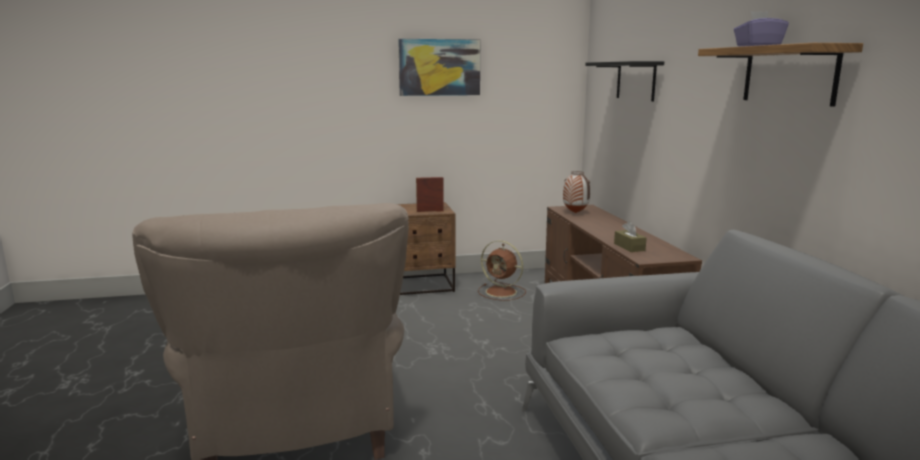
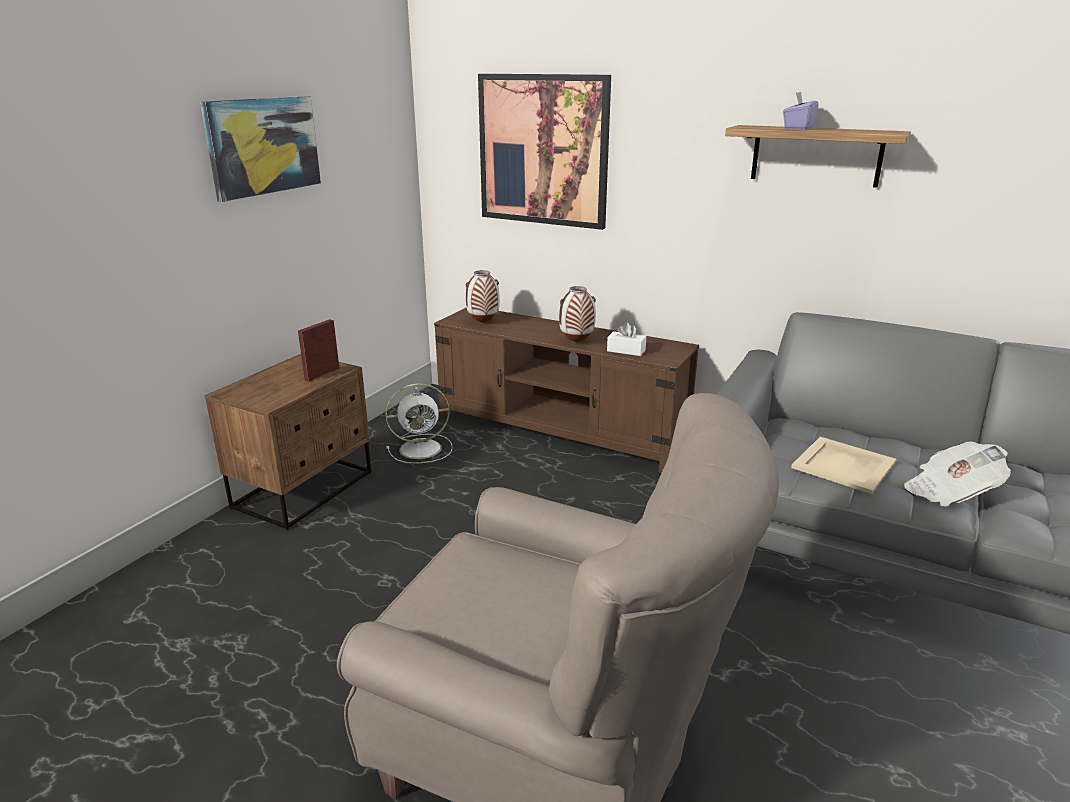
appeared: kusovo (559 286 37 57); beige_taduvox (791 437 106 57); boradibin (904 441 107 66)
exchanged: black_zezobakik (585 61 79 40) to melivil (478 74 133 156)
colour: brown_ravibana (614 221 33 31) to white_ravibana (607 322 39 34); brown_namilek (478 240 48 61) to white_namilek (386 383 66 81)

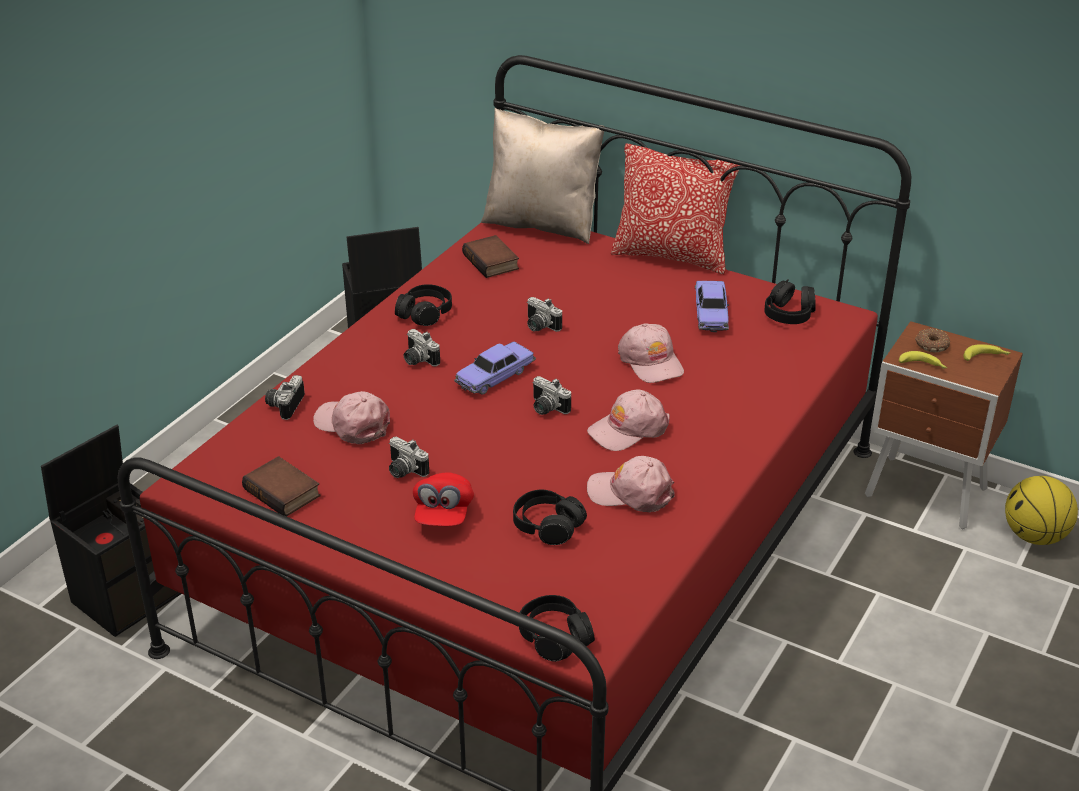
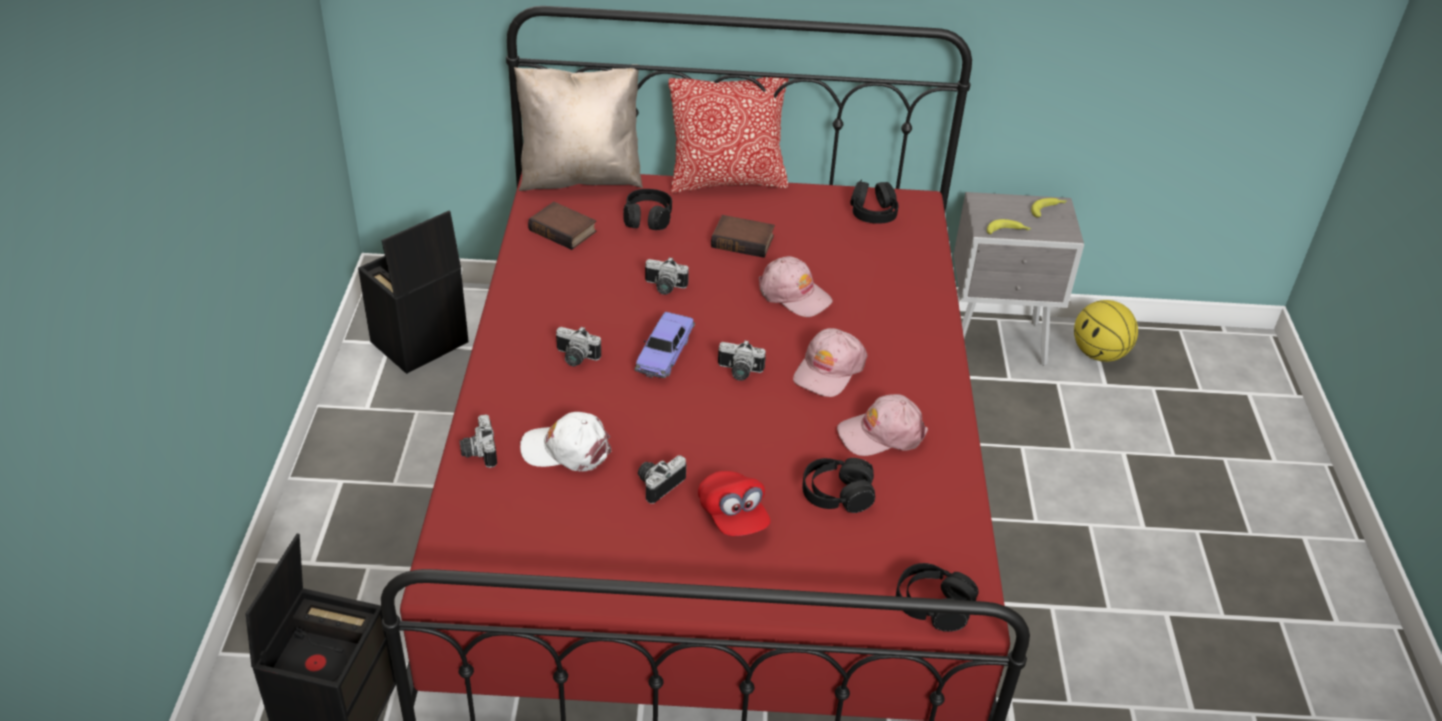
missing: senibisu (695 281 34 51); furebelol (915 328 35 24)
relocated: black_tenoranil (395 284 57 42) to (623 189 49 41); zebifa (242 456 78 61) to (711 215 64 43)
colour: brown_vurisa (865 321 158 208) to grey_vurisa (953 192 131 174); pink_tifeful (313 391 77 53) to white_tifeful (520 412 91 59)
spun: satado (389 437 40 41) = (638 456 48 48) 120 degrees clockwise

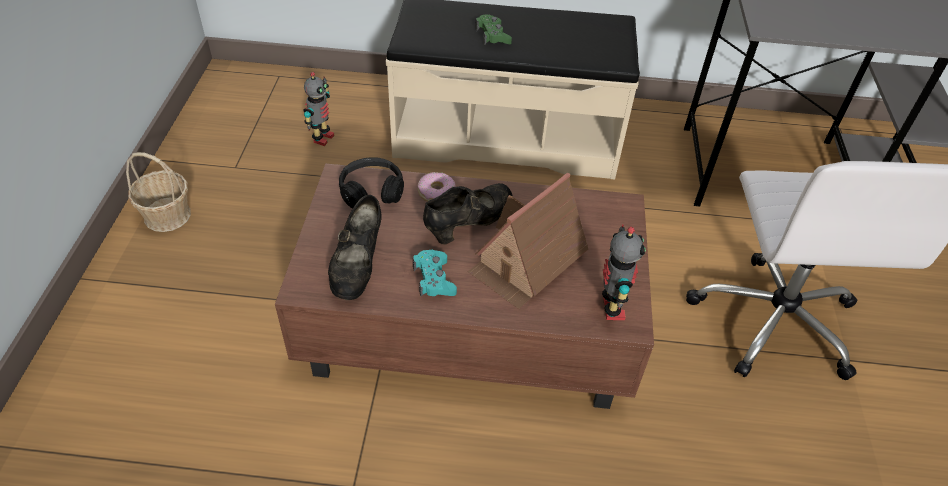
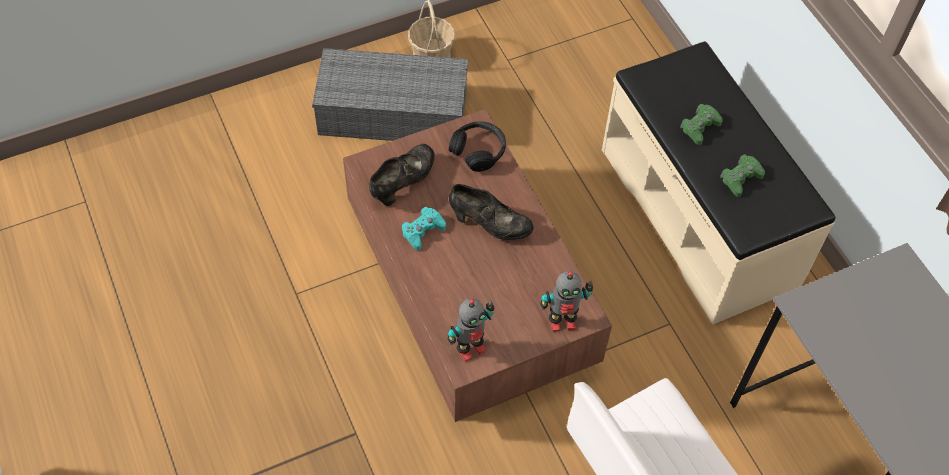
missing: furebelol (418 172 37 30); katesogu (468 173 120 136)
appeared: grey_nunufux (312 48 156 93); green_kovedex (720 154 45 43)
relocated: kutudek (303 72 31 74) to (540 271 53 61)
spun: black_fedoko (328 195 53 105) = (369 144 66 62) 150 degrees clockwise

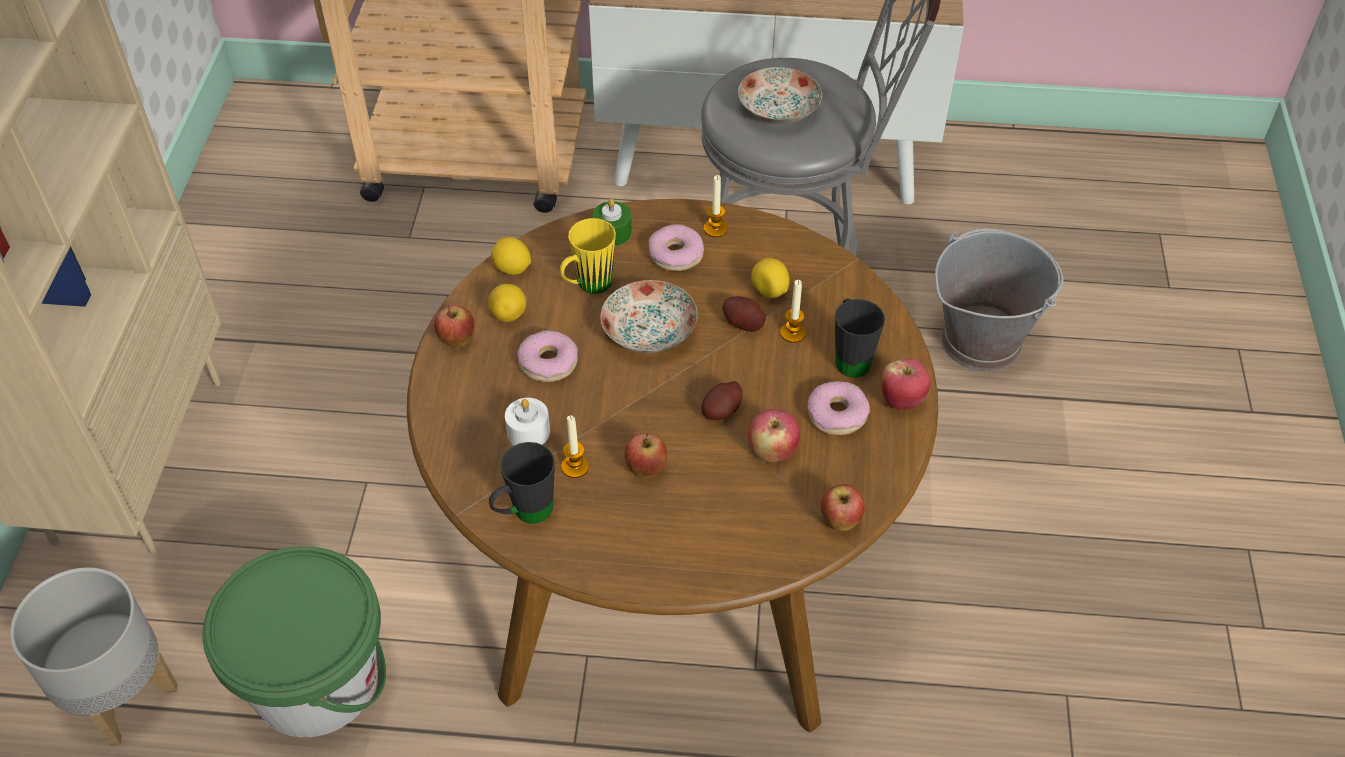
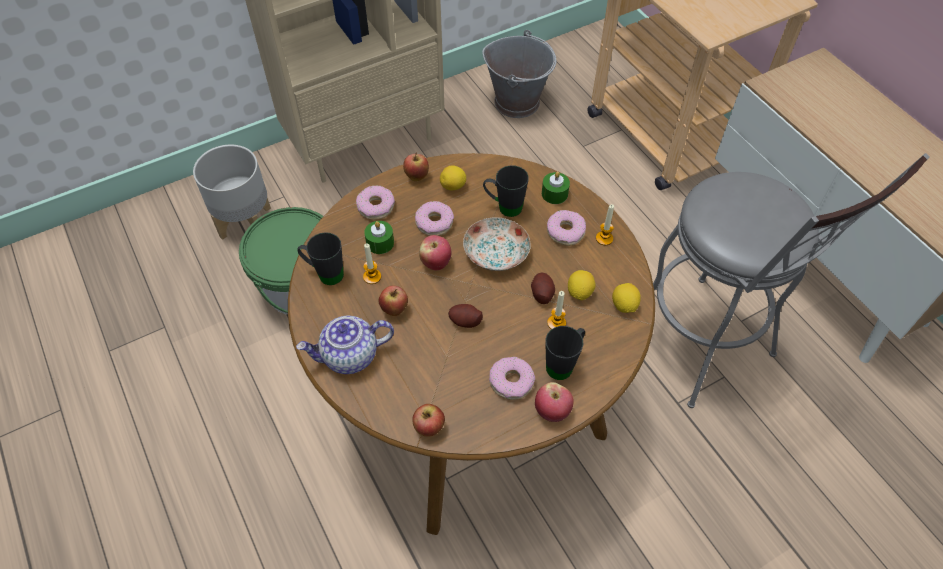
missing: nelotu (738 67 84 57)
appeared: furebelol (356 185 39 35); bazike (296 316 98 58)
relocated: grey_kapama (935 228 129 143) to (482 30 74 88); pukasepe (491 237 40 38) to (612 283 29 30); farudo (748 409 52 53) to (419 235 32 35)
colour: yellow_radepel (560 218 56 76) to black_radepel (483 165 46 52); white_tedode (505 398 45 48) to green_tedode (364 221 30 33)

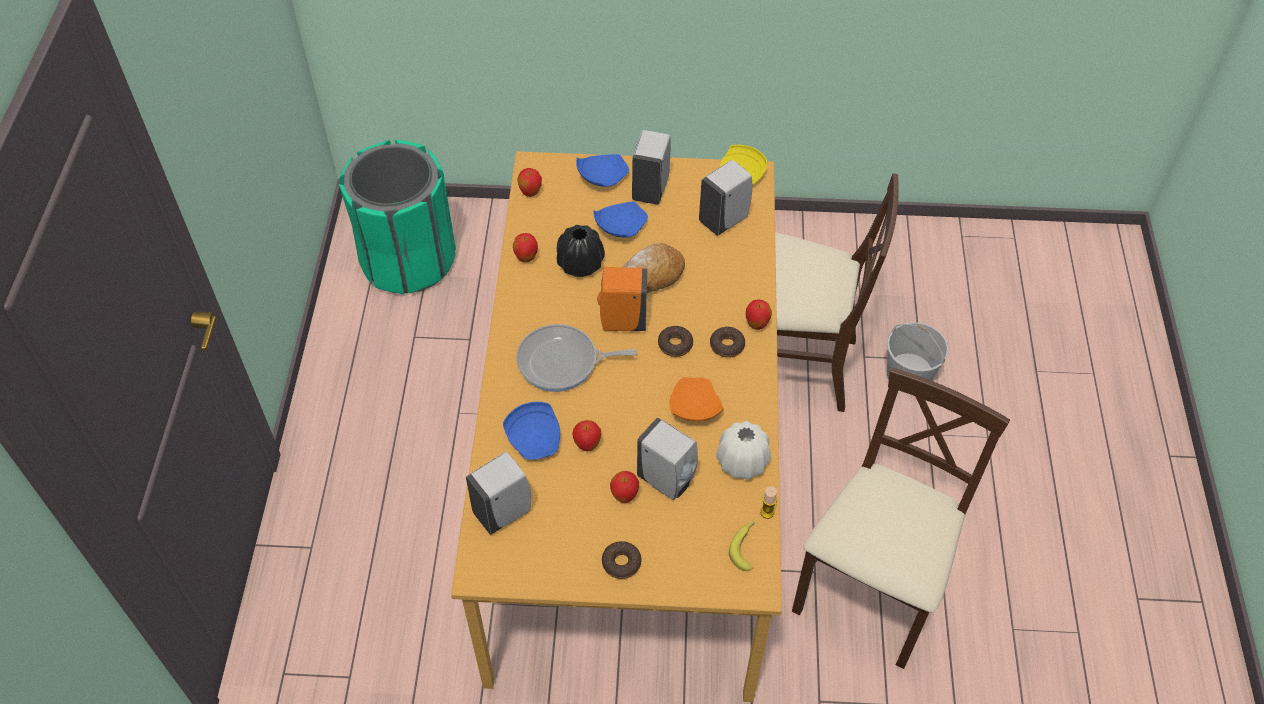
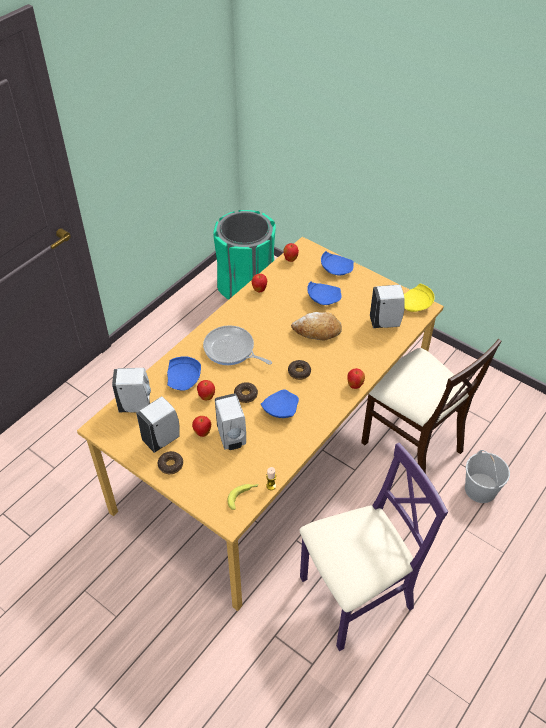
missing: black_kusovo (557 225 48 52); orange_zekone (597 267 50 64); white_kusovo (716 421 55 59)
relocated: white_zekone (632 130 38 75) to (136 396 44 57); furebelol (710 327 35 31) to (234 382 24 21)
colour: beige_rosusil (792 368 218 301) to purple_rosusil (299 443 149 208); orange_nelotu (669 377 55 44) to blue_nelotu (261 389 38 29)

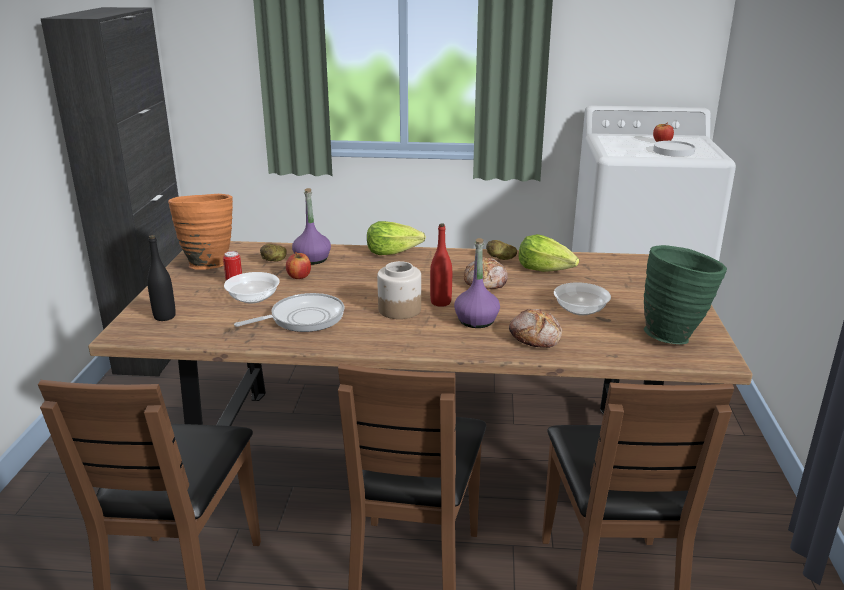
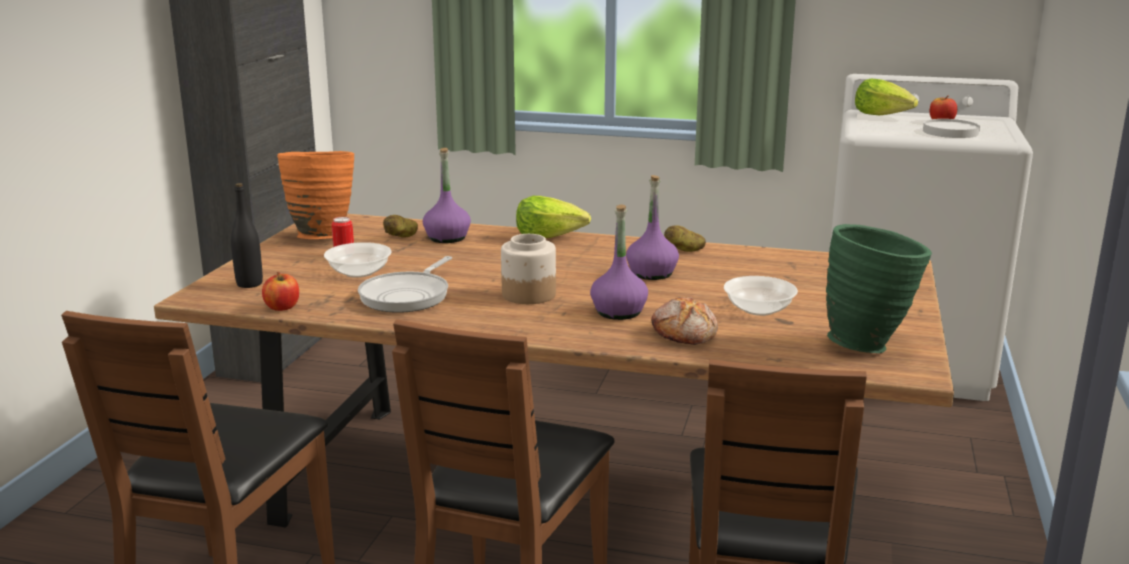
missing: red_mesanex (430 223 22 84)
relocated: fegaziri (518 234 61 38) to (855 78 63 37); farudo (286 252 25 27) to (262 272 37 39)
exchanged: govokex (464 257 44 32) to purple_mesanex (626 175 53 105)
spun: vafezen (234 293 110 39) = (358 256 94 57) 135 degrees clockwise

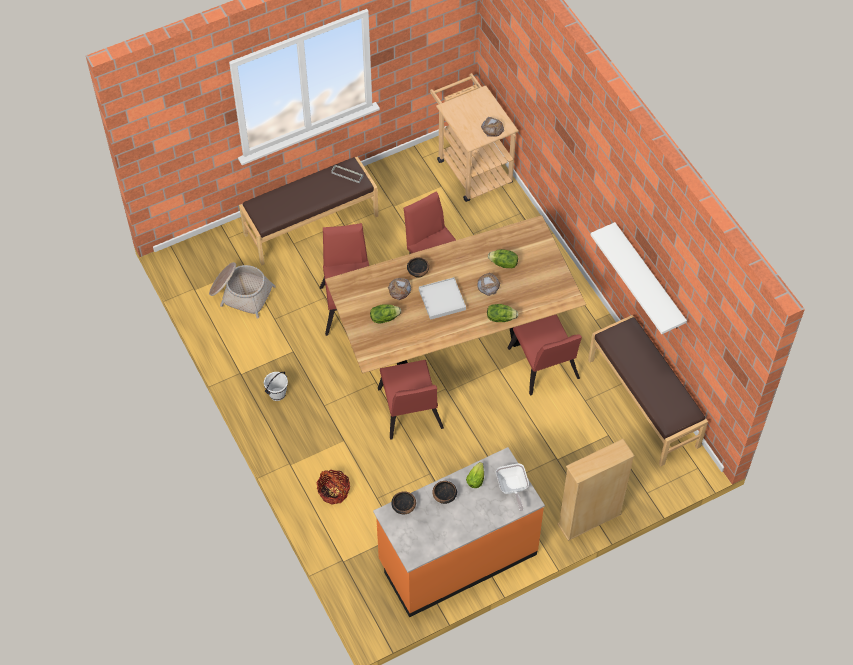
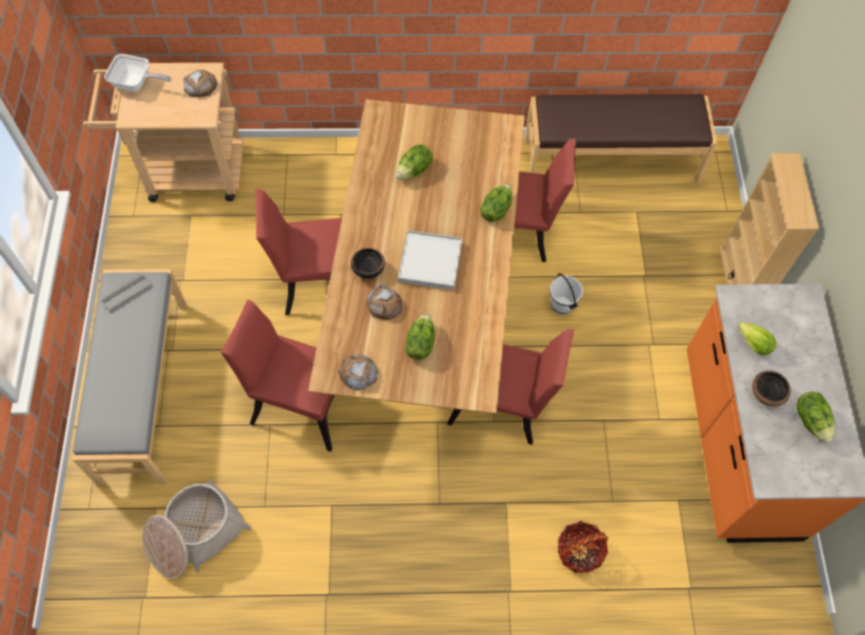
missing: white_zezobakik (591 222 96 112); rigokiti (391 491 25 23)
appeared: fegaziri (797 392 38 51)
relocated: govokex (477 272 23 24) to (338 355 40 35); white_kapama (264 372 24 29) to (550 273 33 42); vafezen (496 463 33 48) to (104 54 68 38)
colour: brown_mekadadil (239 157 140 108) to grey_mekadadil (72 269 115 216)

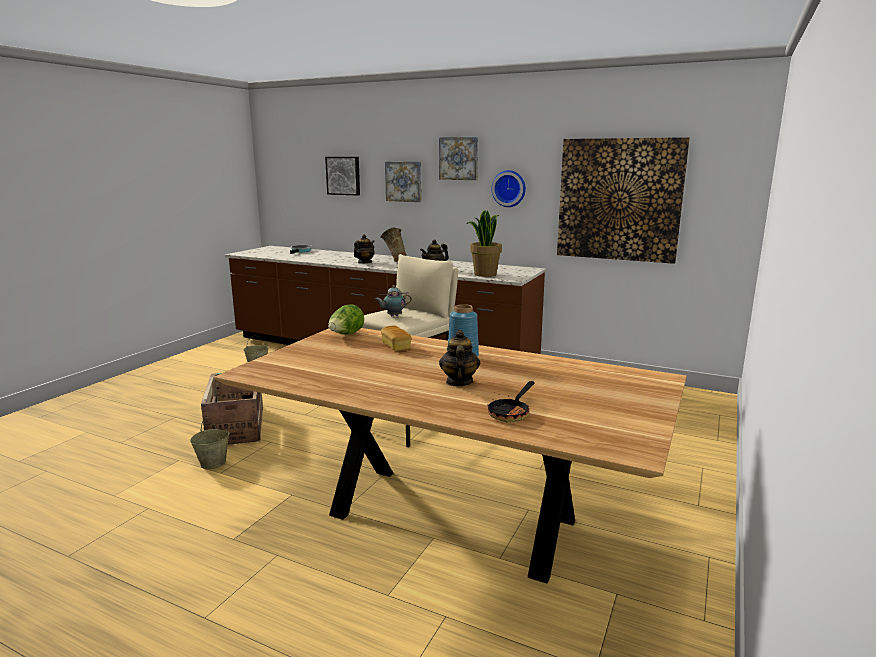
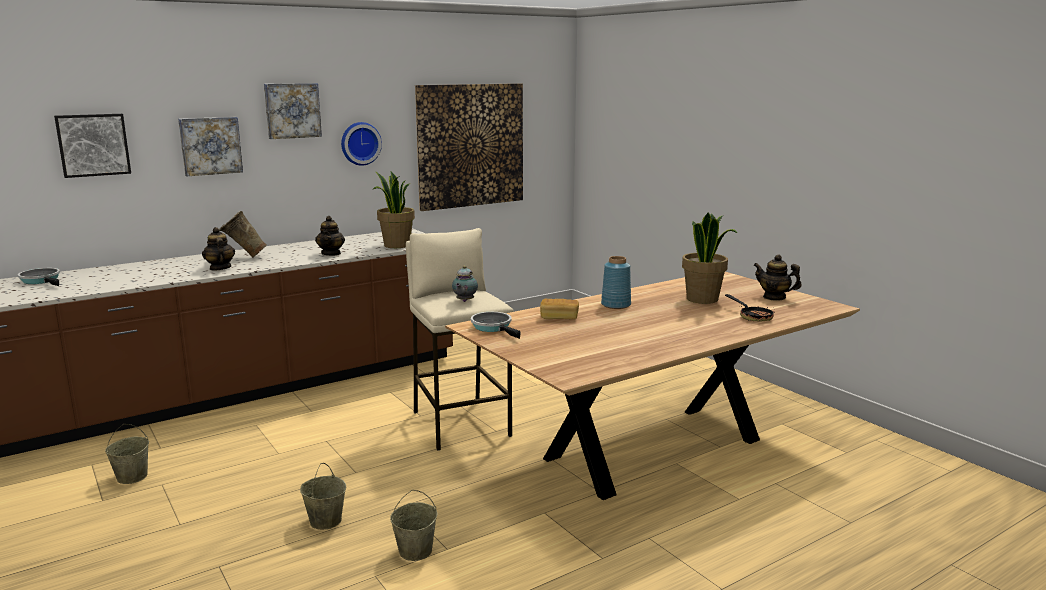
appeared: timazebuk (682 213 55 91)
relocated: bazike (439 330 41 56) to (754 254 48 47)
exchanged: fegaziri (328 304 36 31) to vafezen (471 312 50 27); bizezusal (201 373 62 72) to beige_kapama (300 463 46 67)

